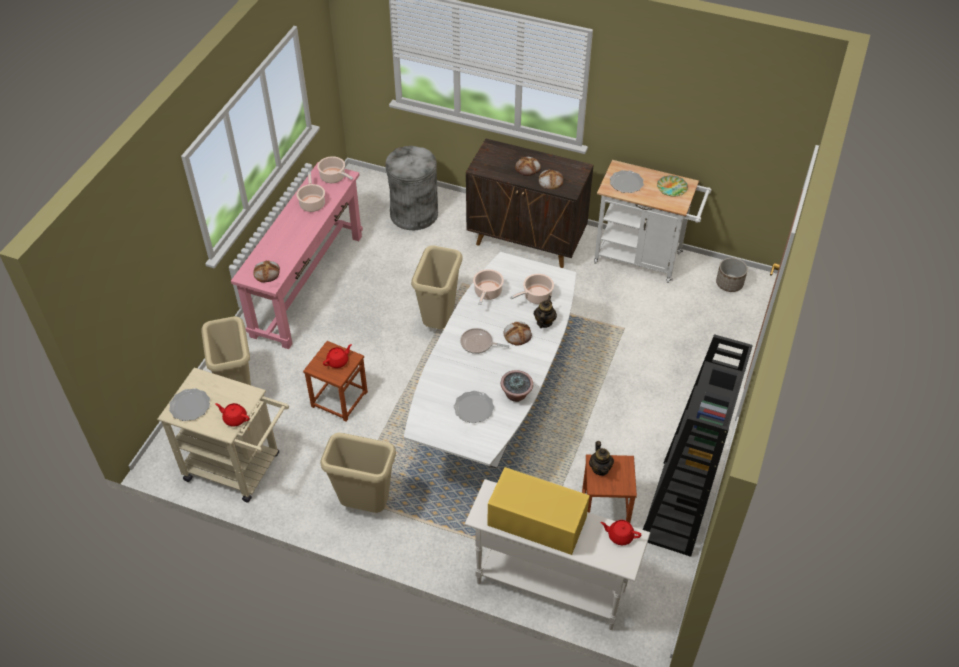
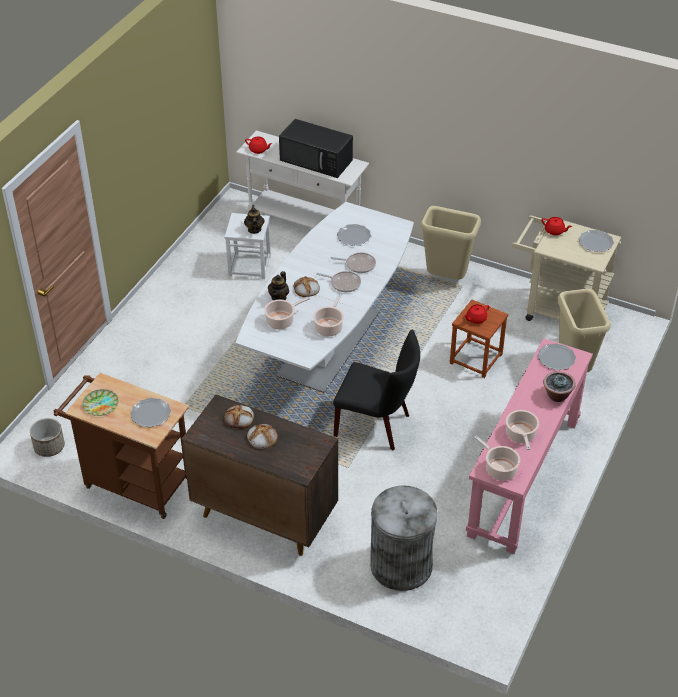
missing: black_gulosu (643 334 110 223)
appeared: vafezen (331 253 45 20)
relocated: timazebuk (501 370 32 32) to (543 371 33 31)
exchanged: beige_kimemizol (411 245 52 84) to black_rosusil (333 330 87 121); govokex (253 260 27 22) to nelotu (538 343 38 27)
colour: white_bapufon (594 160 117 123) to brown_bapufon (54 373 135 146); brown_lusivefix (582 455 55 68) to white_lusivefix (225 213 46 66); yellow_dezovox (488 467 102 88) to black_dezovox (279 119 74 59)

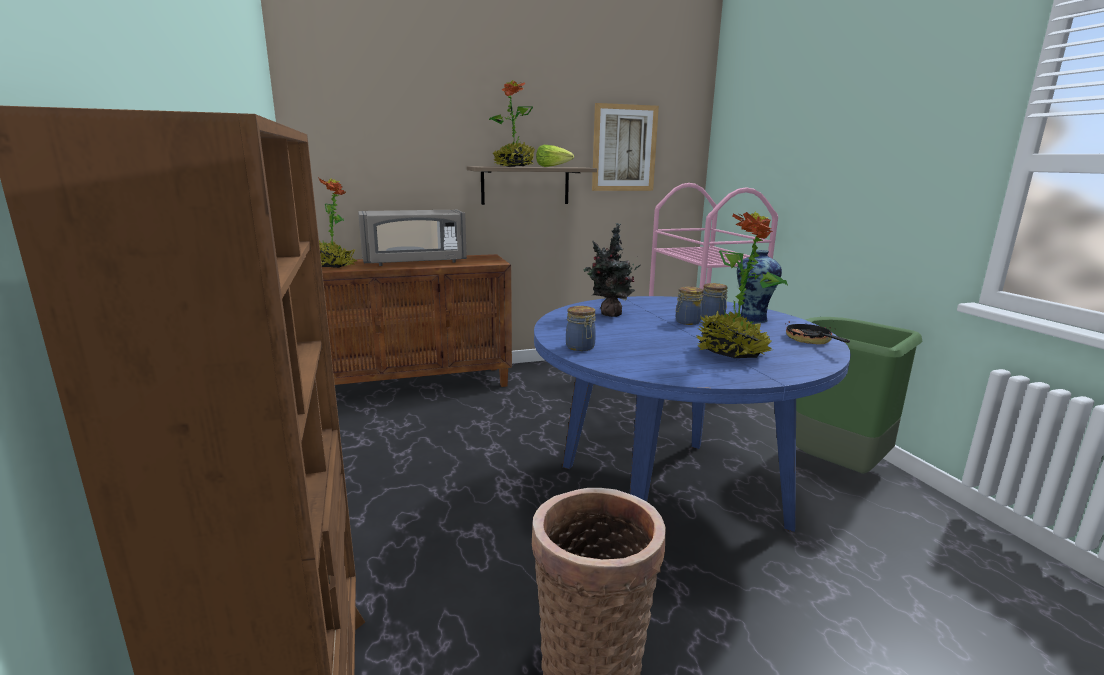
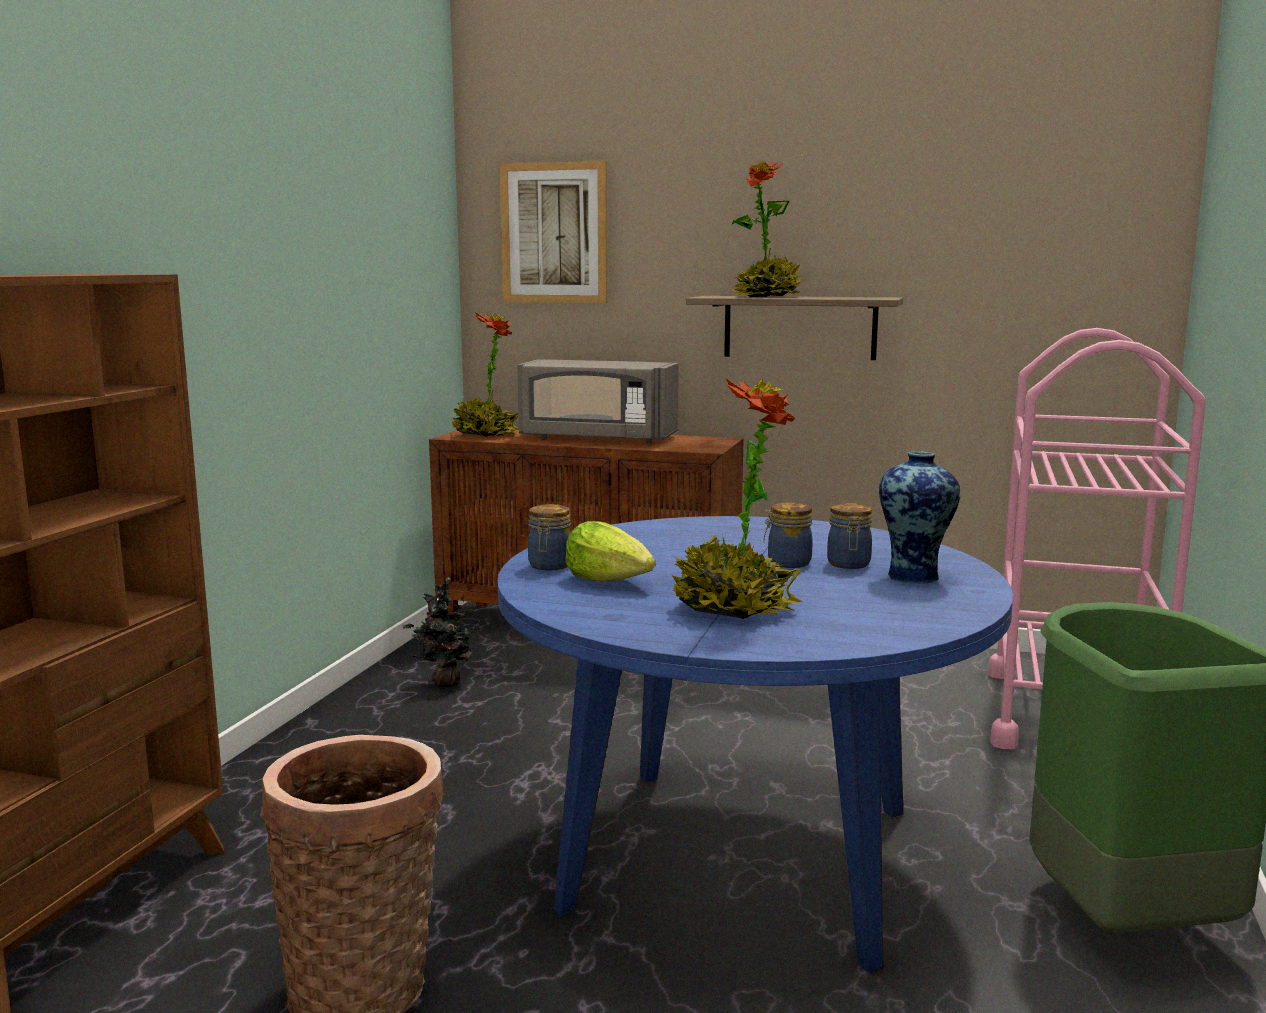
missing: vafezen (785 315 65 29)
relocated: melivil (592 103 67 88) to (499 161 109 142); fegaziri (536 145 38 22) to (565 521 90 61); timazebuk (583 223 57 94) to (403 577 79 110)

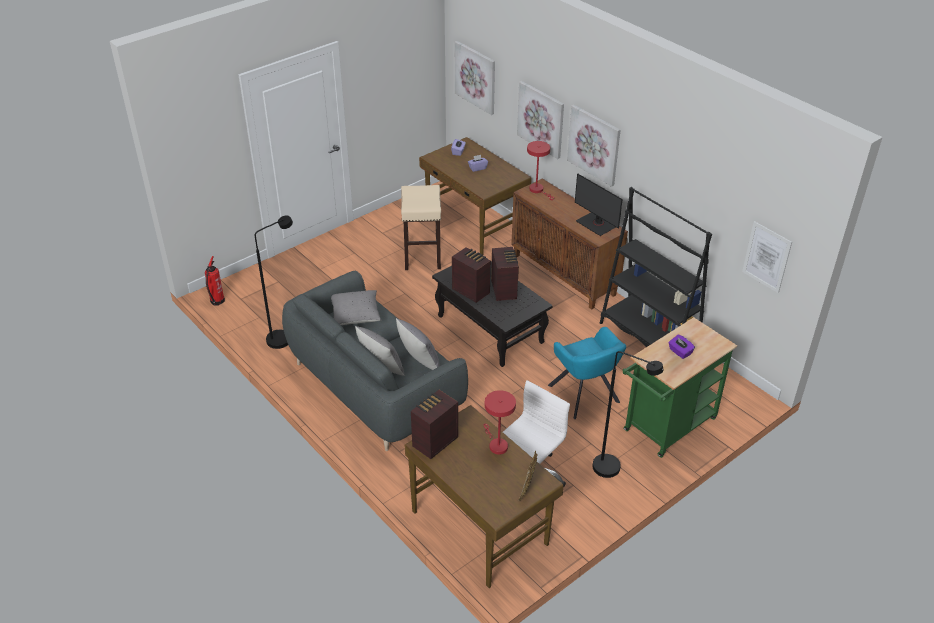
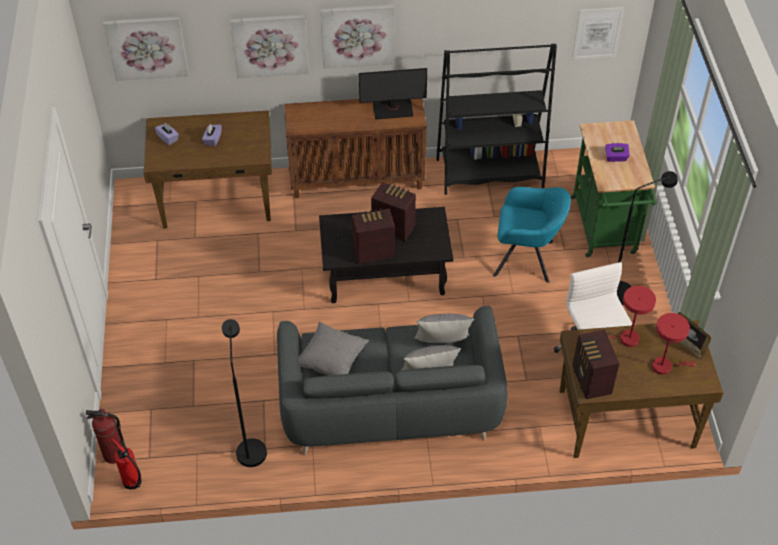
missing: beige_lusivefix (401 185 40 85)
appeared: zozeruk (86 409 40 55)
relocated: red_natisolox (527 141 27 59) to (652 313 44 62)

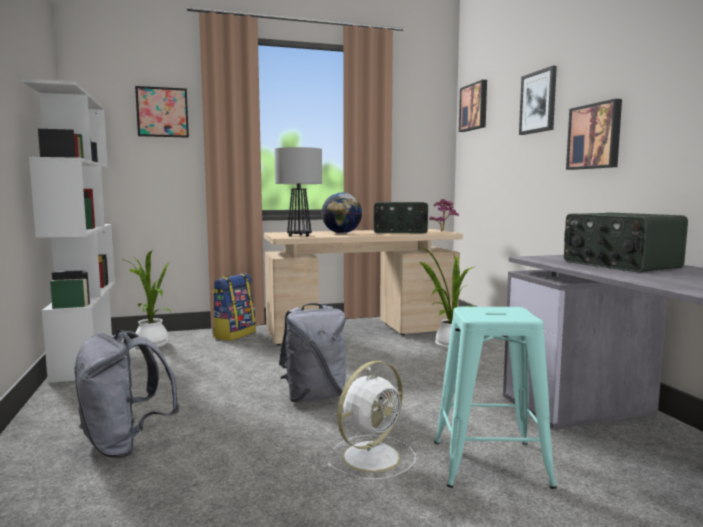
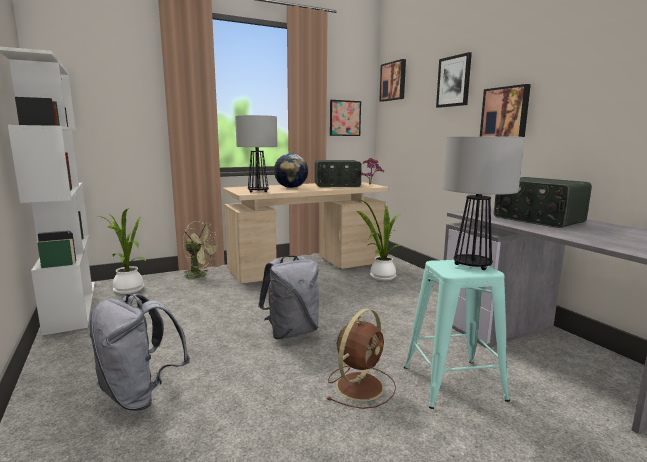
appeared: natisolox (442 136 83 134)
relocated: melivil (135 86 54 52) to (330 100 31 36)
exchanged: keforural (212 273 44 68) to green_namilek (183 221 37 61)
colour: white_namilek (327 361 89 119) to brown_namilek (327 308 69 101)

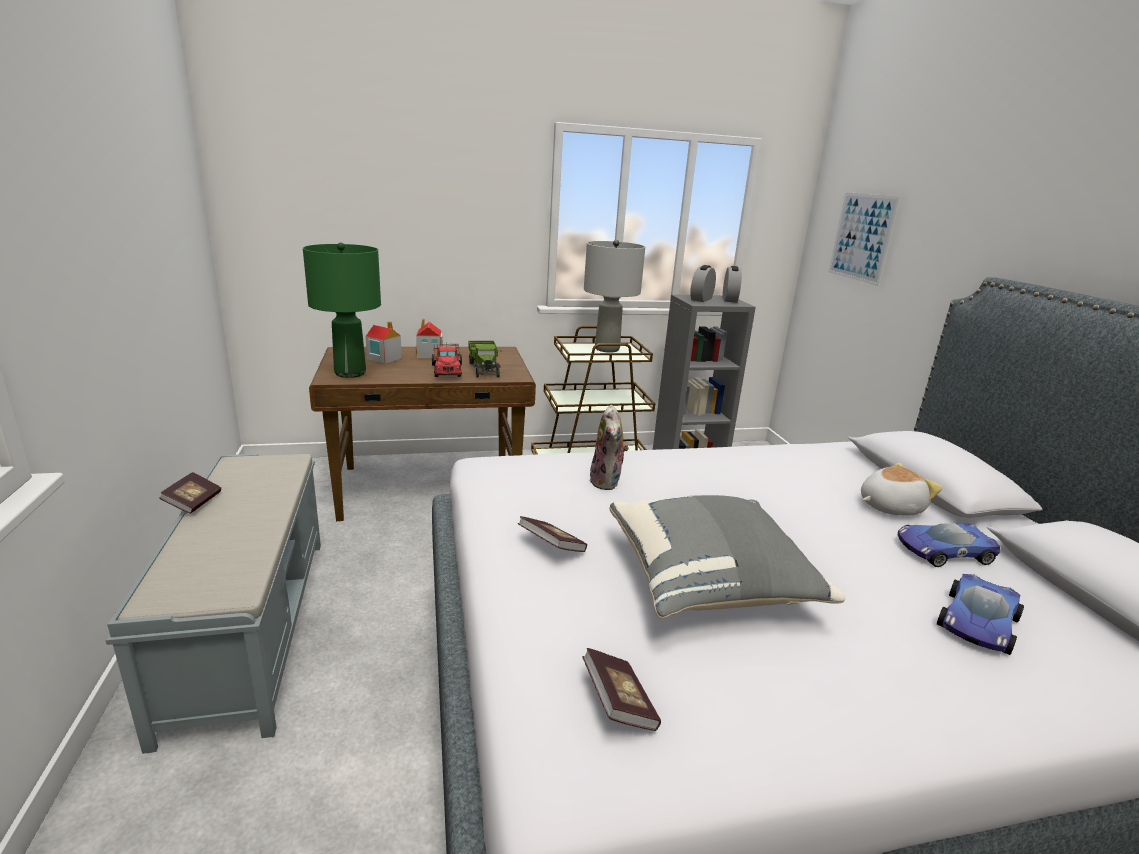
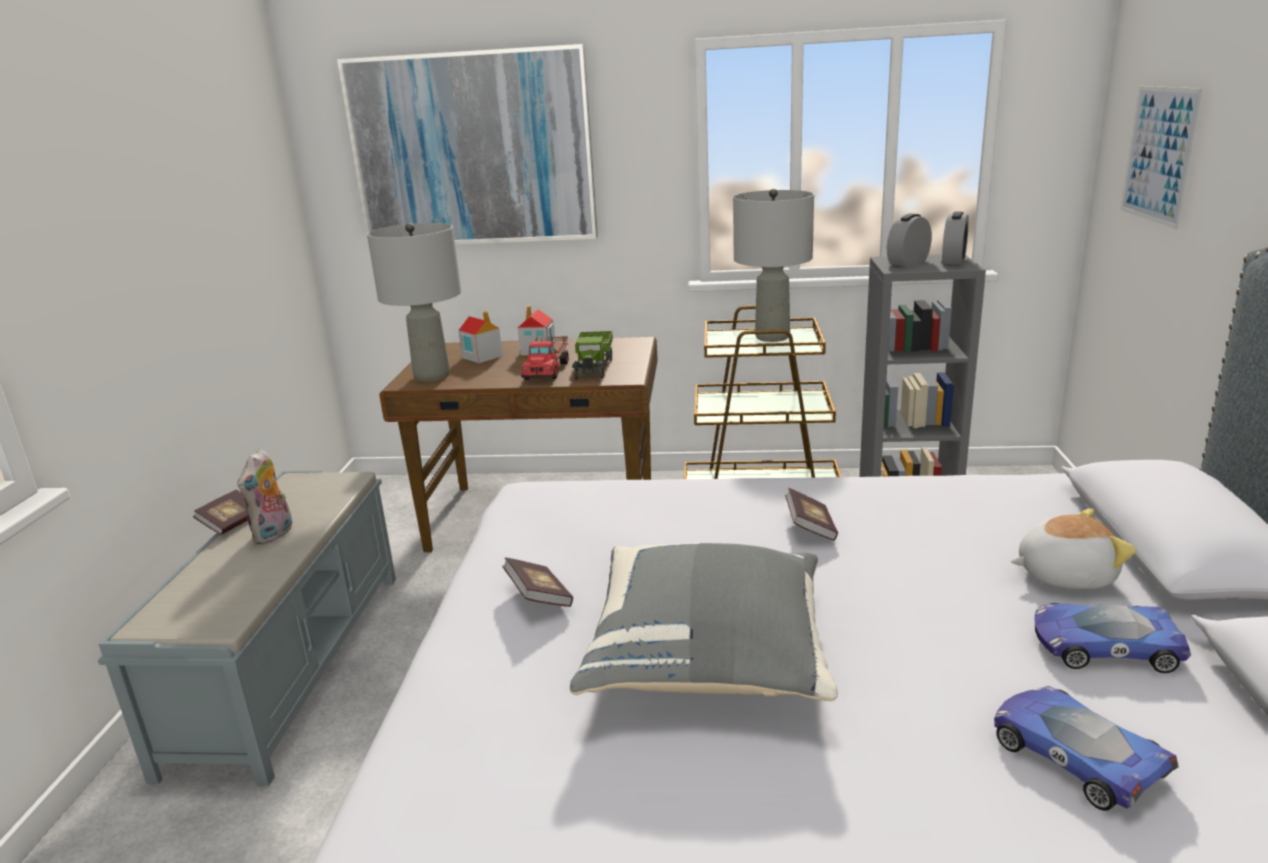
appeared: melivil (337 44 261 202)
relocated: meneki (589 405 40 85) to (237 449 55 95); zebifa (583 648 78 83) to (785 488 53 53)
colour: green_natisolox (303 243 78 135) to grey_natisolox (367 223 94 159)
spun: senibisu (937 574 87 81) = (994 686 185 125) 90 degrees clockwise

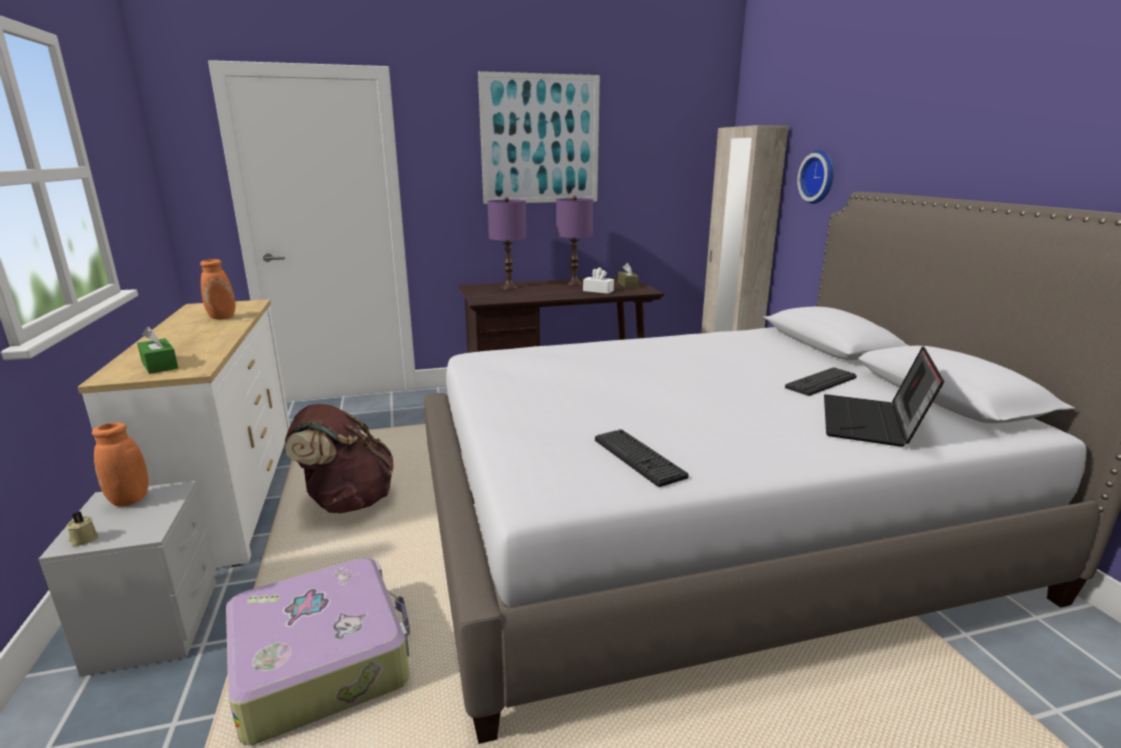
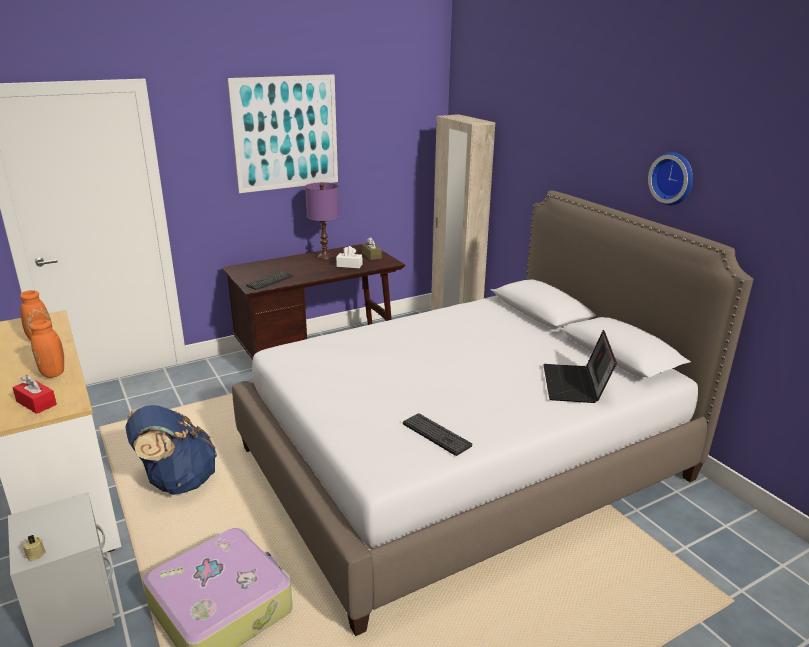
missing: purple_natisolox (487 197 40 93)
relocated: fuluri (797 150 37 54) to (648 152 45 53); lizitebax (785 367 72 29) to (246 271 48 19); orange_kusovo (92 422 56 85) to (29 320 35 58)
colour: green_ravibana (137 327 41 47) to red_ravibana (12 375 45 39); brown_keforural (285 404 109 110) to blue_keforural (125 405 92 90)

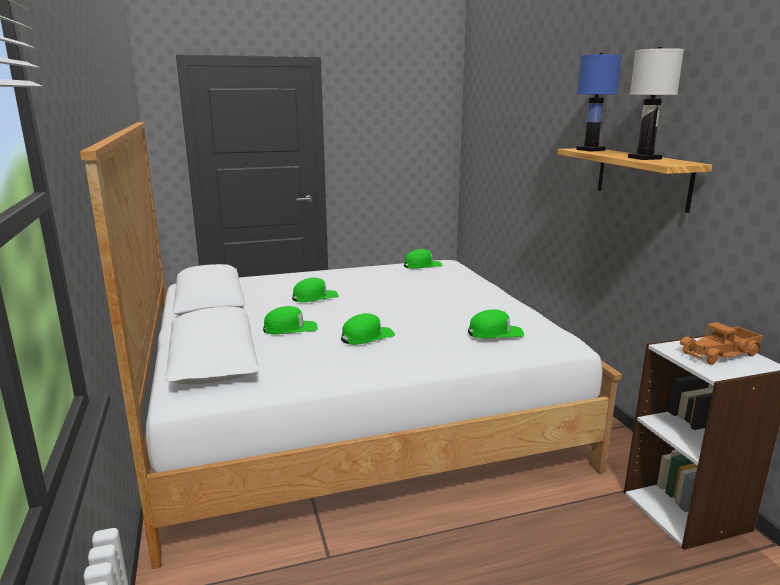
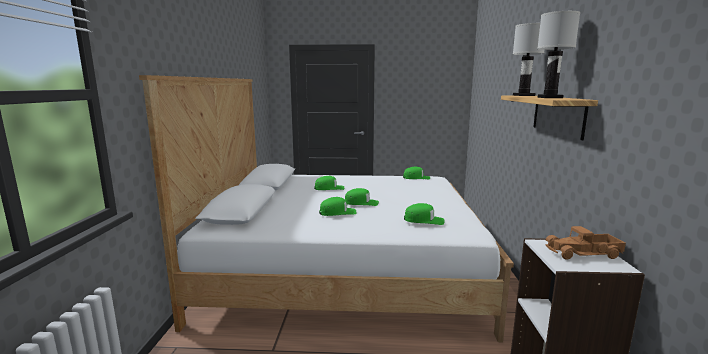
relocated: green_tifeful (263 306 54 28) to (345 188 34 18)
colour: blue_natisolox (576 53 46 99) to white_natisolox (513 23 31 73)

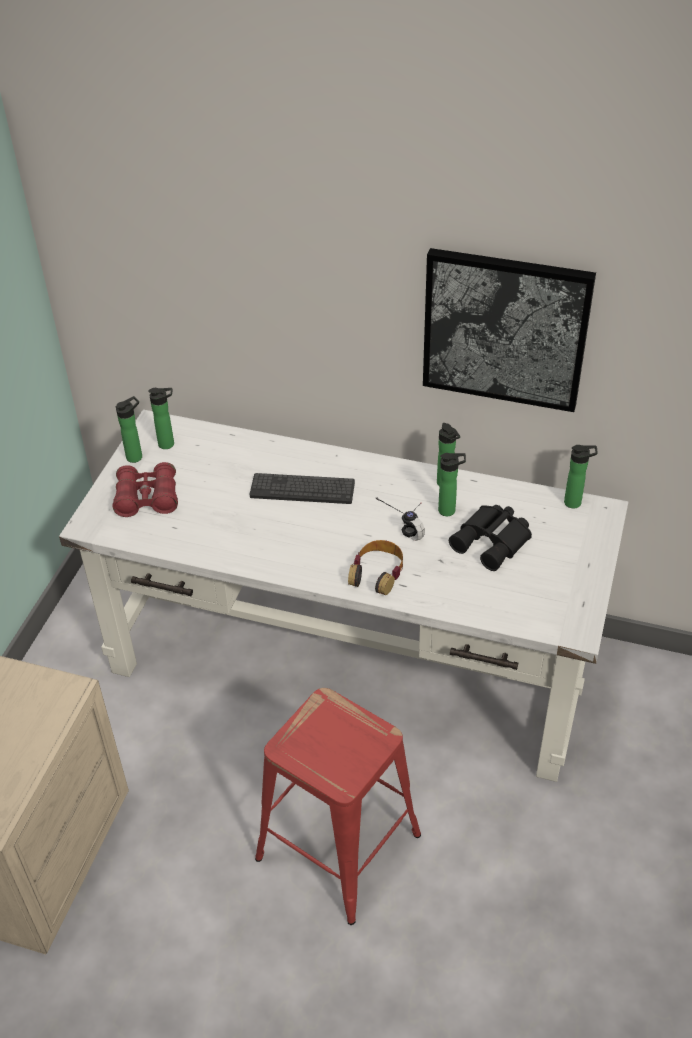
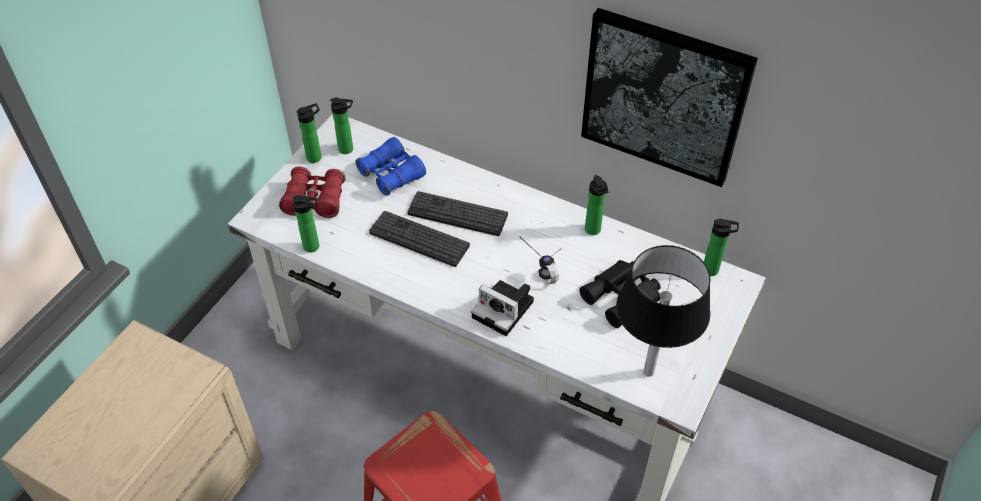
appeared: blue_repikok (355 137 71 59); lizitebax (369 211 101 56); black_natisolox (616 245 94 132)
relocated: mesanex (438 453 28 63) to (292 195 27 58)
exchanged: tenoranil (348 540 55 55) to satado (471 280 63 56)

